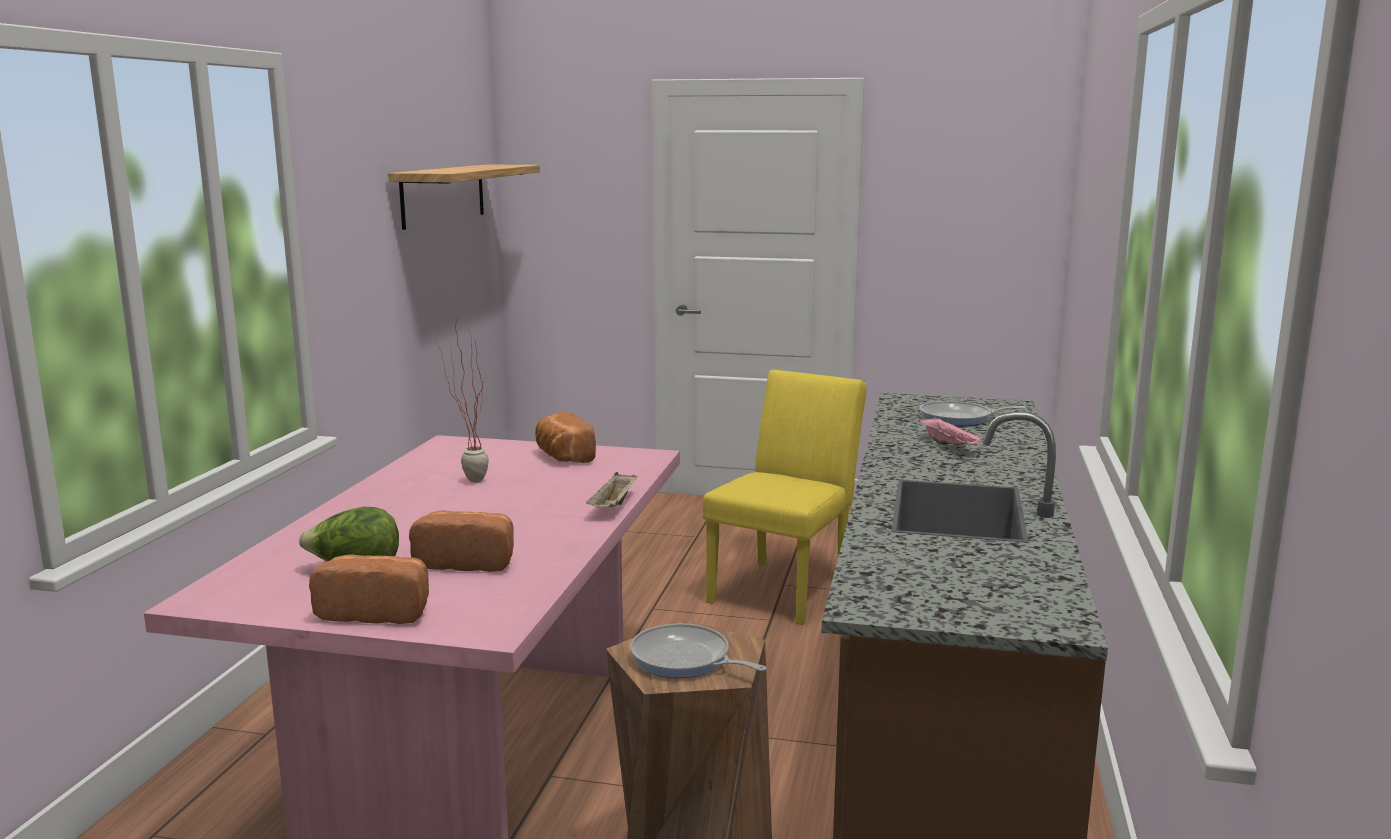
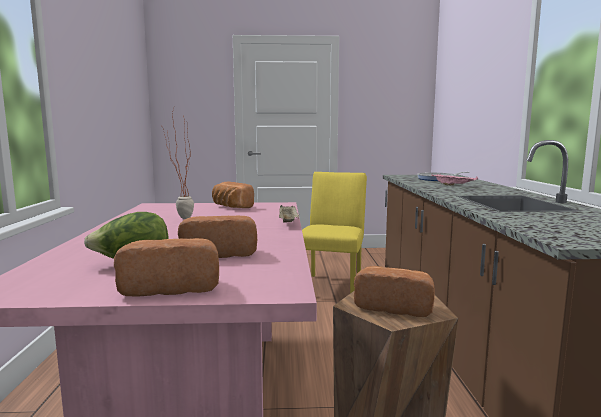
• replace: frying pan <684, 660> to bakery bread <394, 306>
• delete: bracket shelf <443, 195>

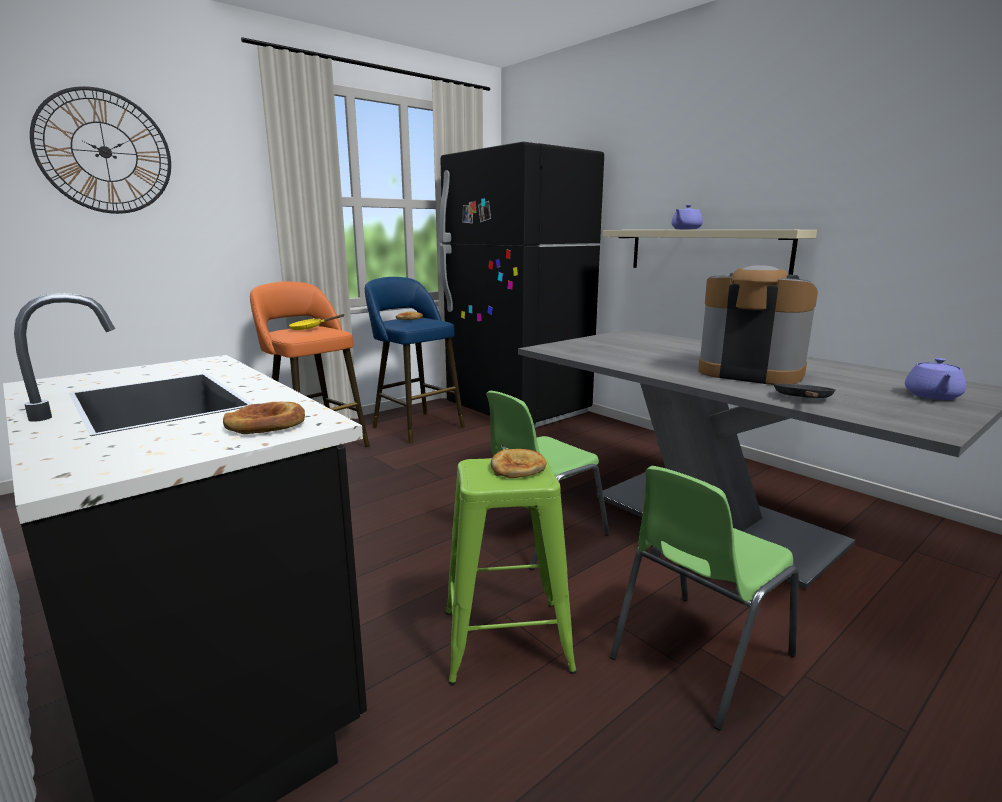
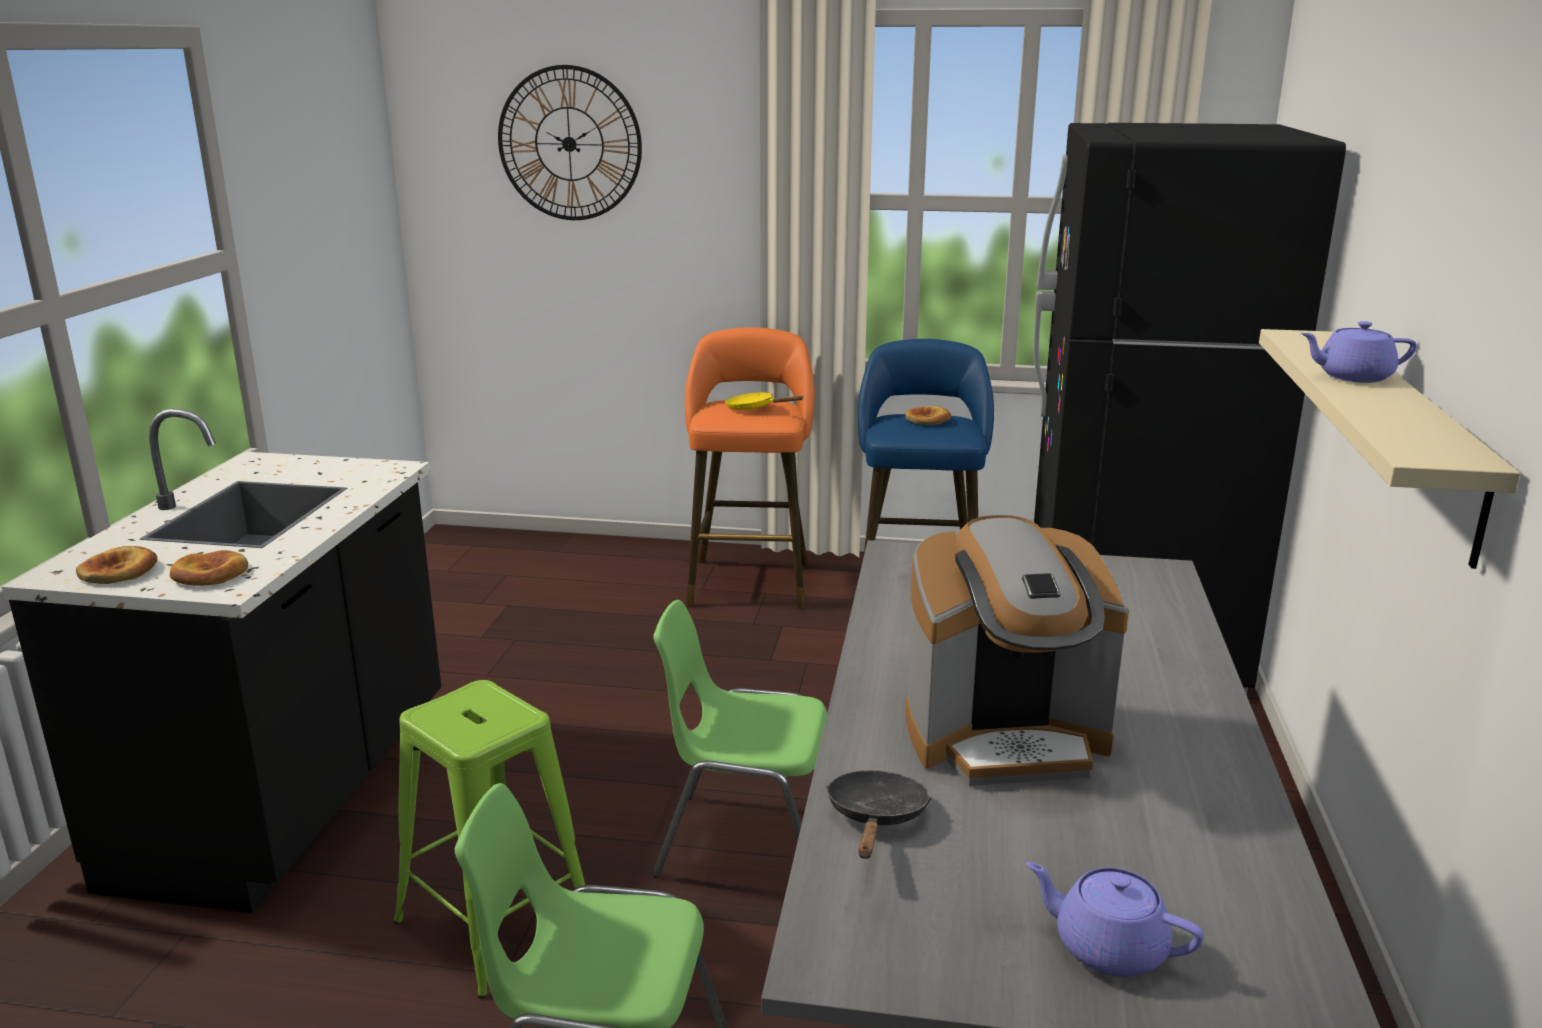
• move: bakery bread <518, 467> to <119, 572>
• rotate: frying pan in blackish <803, 399> = <876, 818> 60 degrees counterclockwise
• rotate: coffee machine <749, 372> = <1006, 738> 90 degrees clockwise
• rotate: teapot in purple-coloured <932, 396> = <1107, 947> 45 degrees clockwise

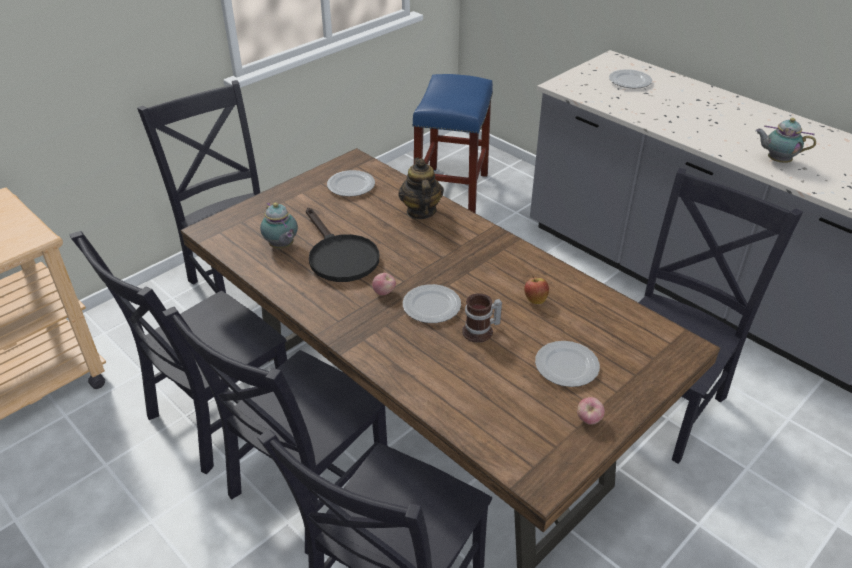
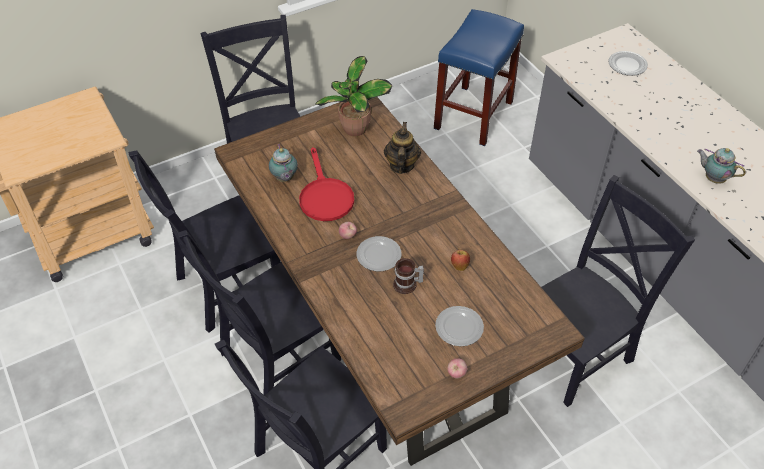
• recolor: frying pan in blackish <339, 256> to frying pan in red <324, 196>
• replace: dinner plate <351, 186> to plant in a pot <354, 129>

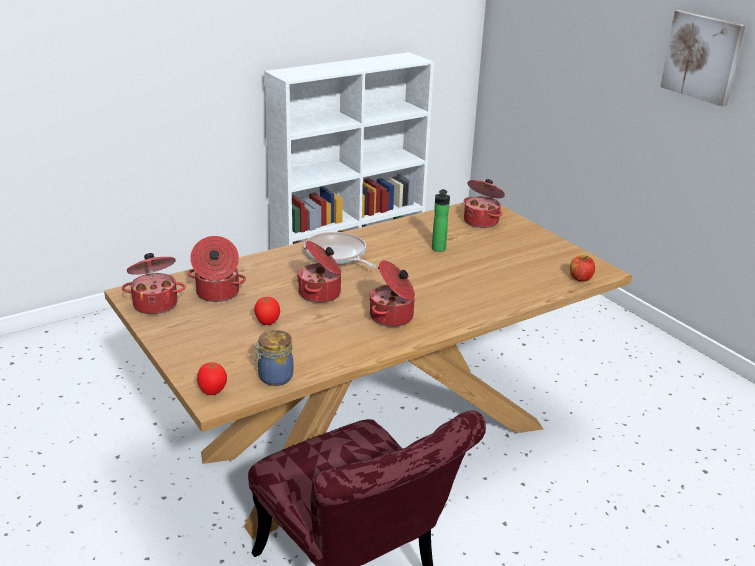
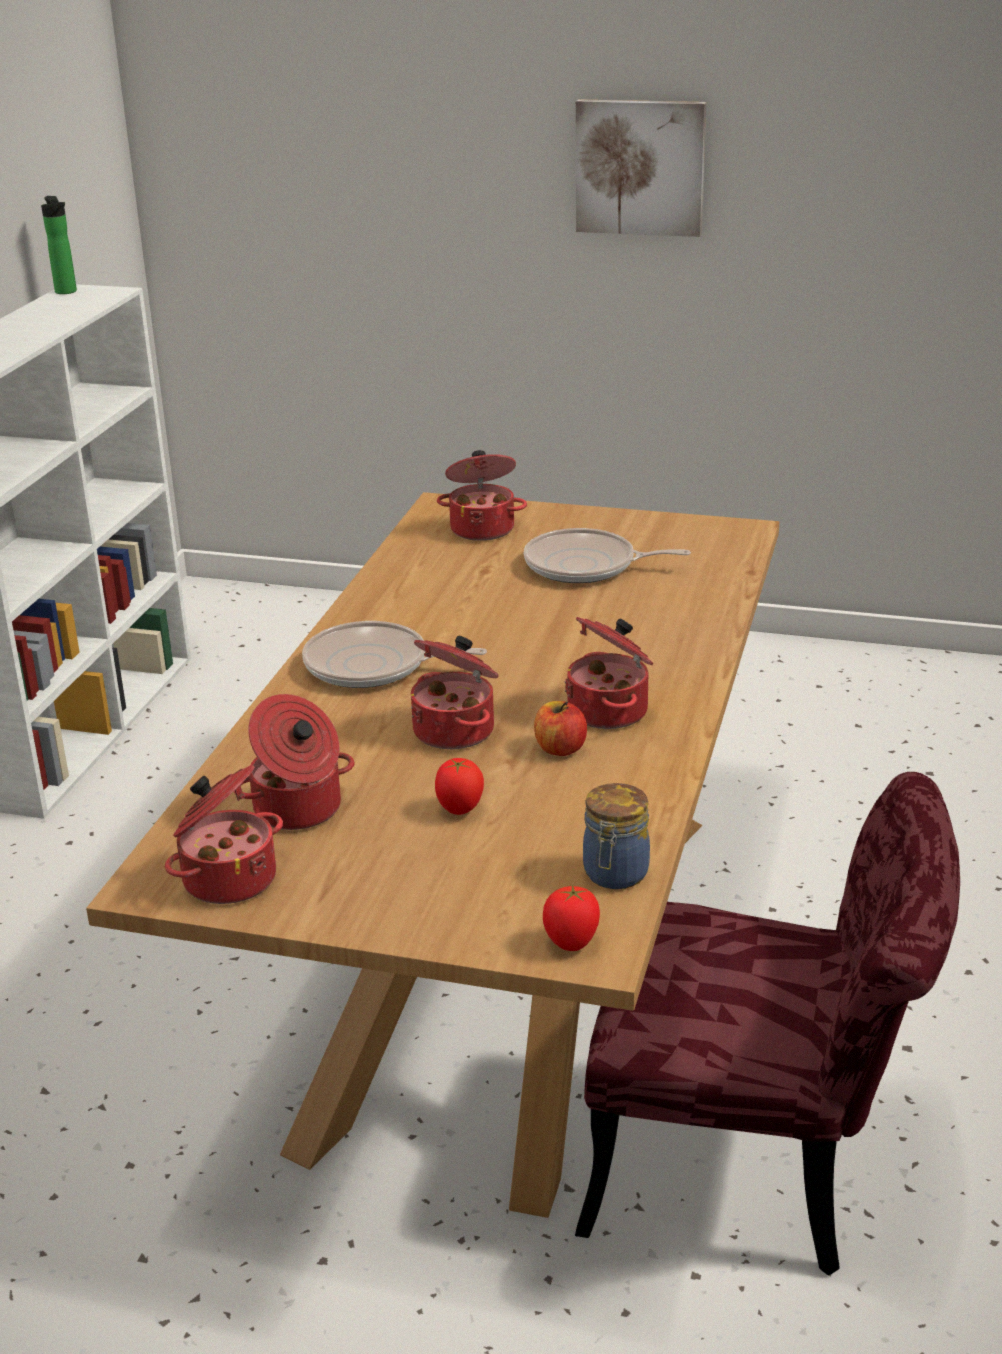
• move: beverage bottle <438, 249> to <67, 292>
• insert: frying pan <586, 566>
• move: apple <580, 278> to <560, 749>

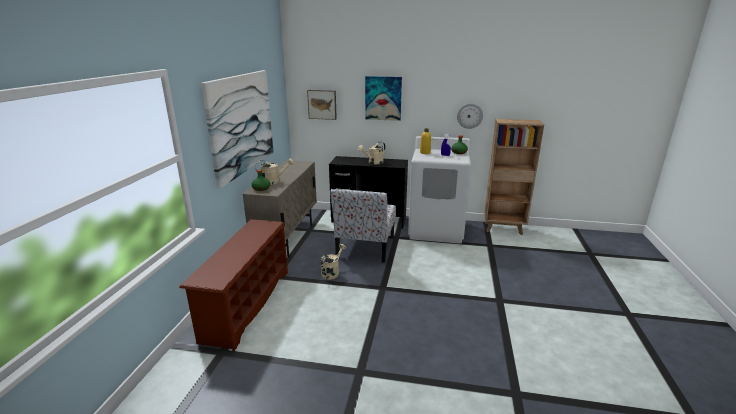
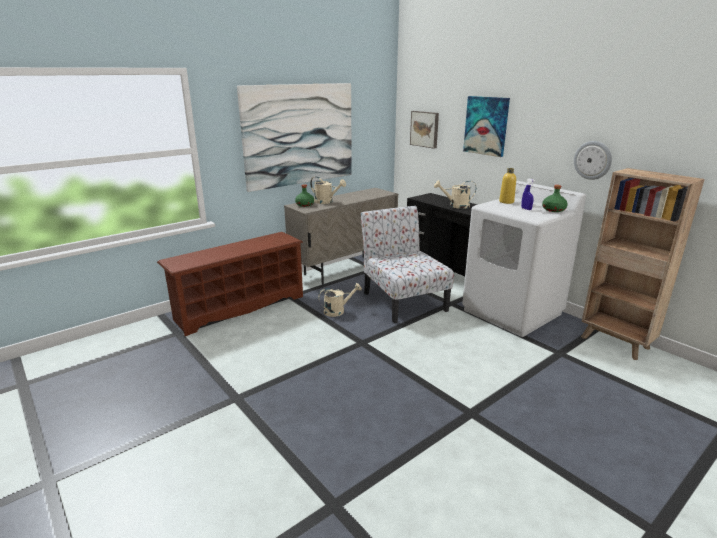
• rotate: plain chair <365, 247> = <403, 301> 105 degrees clockwise

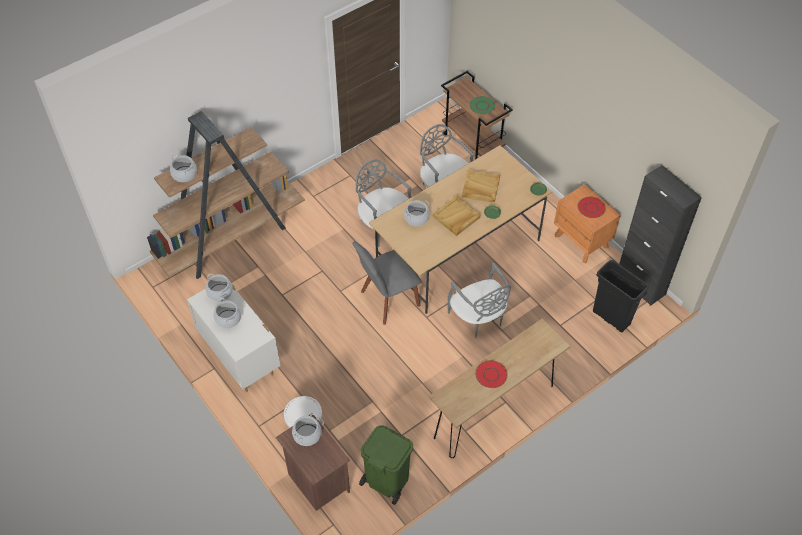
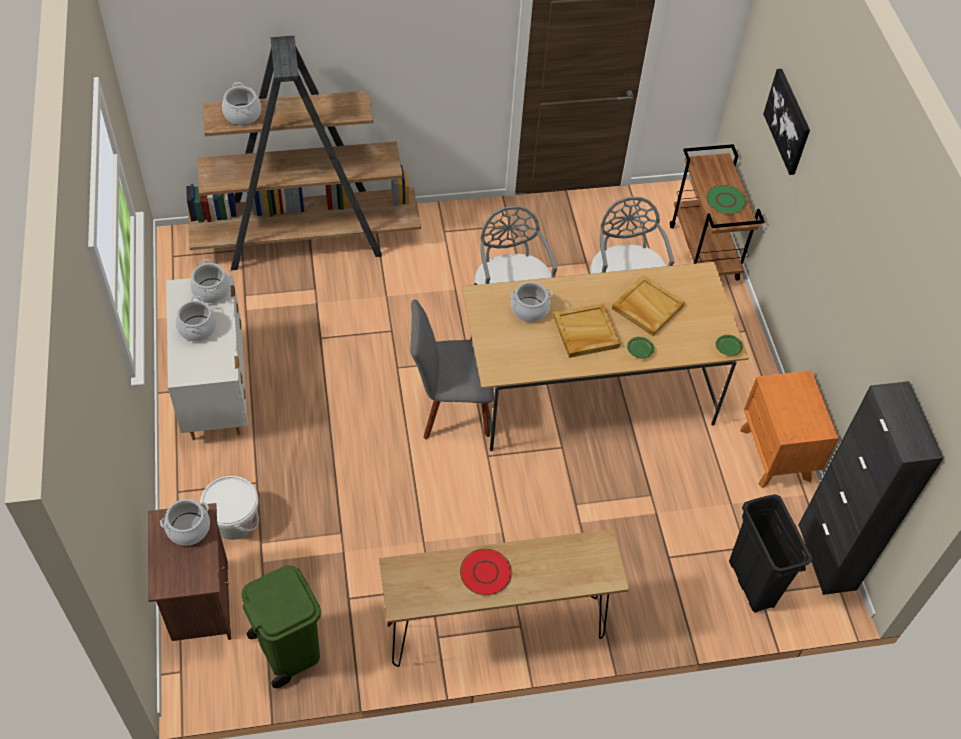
• insert: wall art <788, 121>
• delete: plain chair in gray <478, 318>
• delete: dinner plate in red <591, 208>

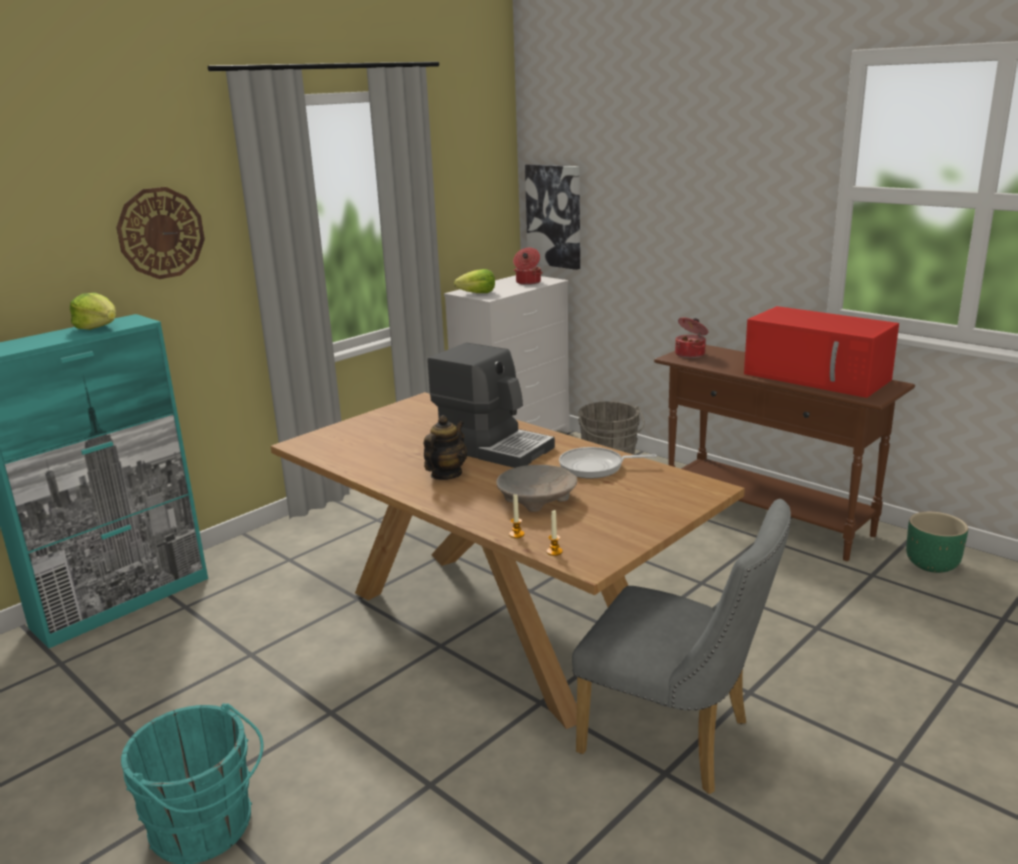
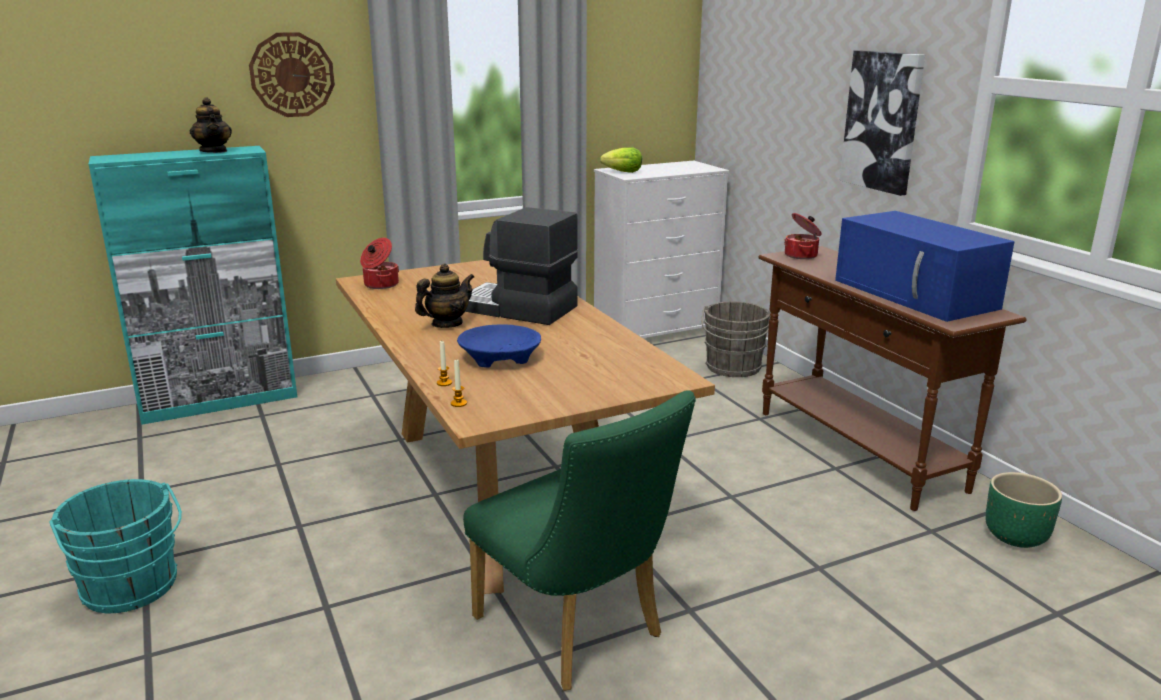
• replace: lettuce head <98, 327> to teapot <214, 151>
• move: saucepot <527, 282> to <380, 285>
• recolor: bowl in beige-coloured <536, 499> to bowl in blue <499, 357>
• recolor: plain chair in gray <677, 740> to plain chair in green <577, 633>
• rotate: coffee machine <493, 447> = <517, 309> 150 degrees clockwise
• recolor: kitchen microwave in red <818, 377> to kitchen microwave in blue <917, 294>
• move: wall art <554, 216> to <882, 121>
• delete: frying pan <595, 467>

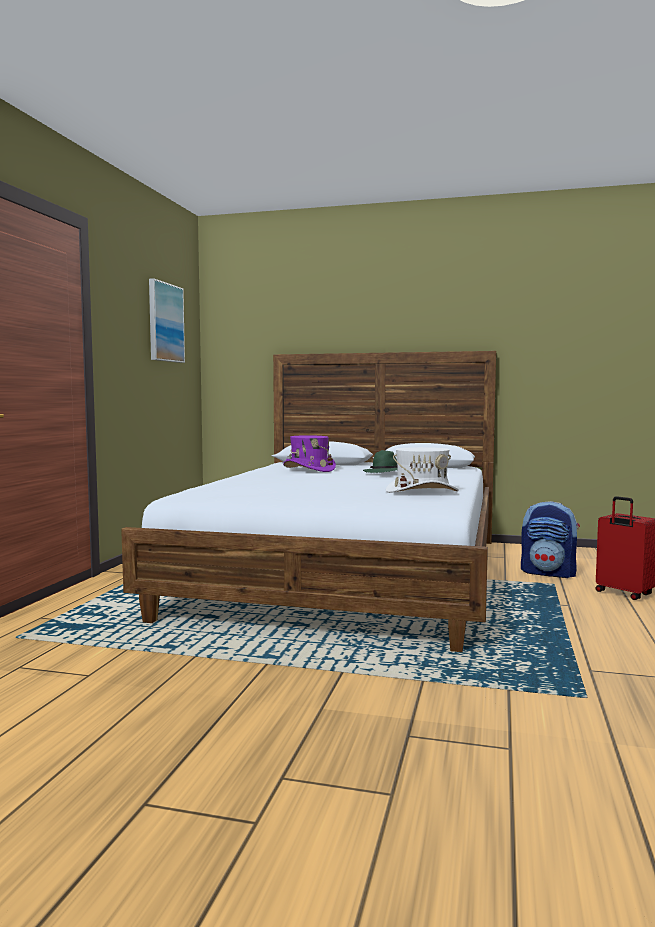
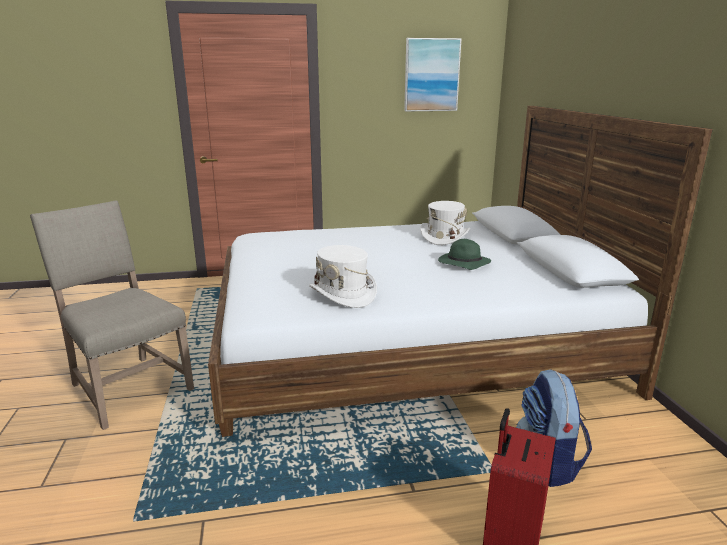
• insert: plain chair in beige-coloured <127, 387>
• recolor: hat in purple-coloured <309, 469> to hat in white-coloured <444, 237>

